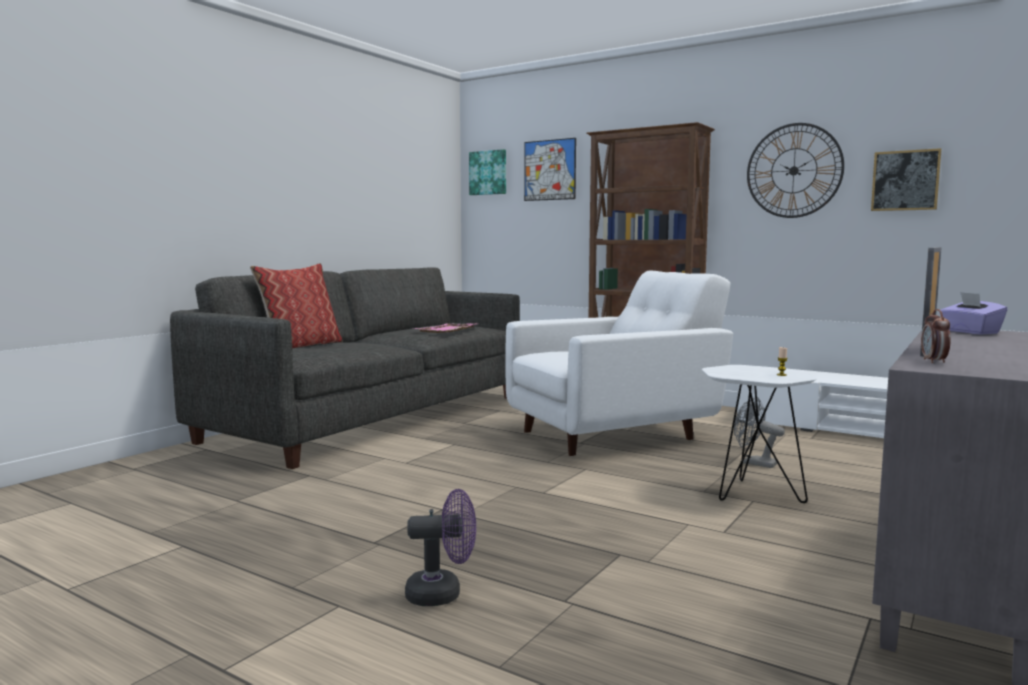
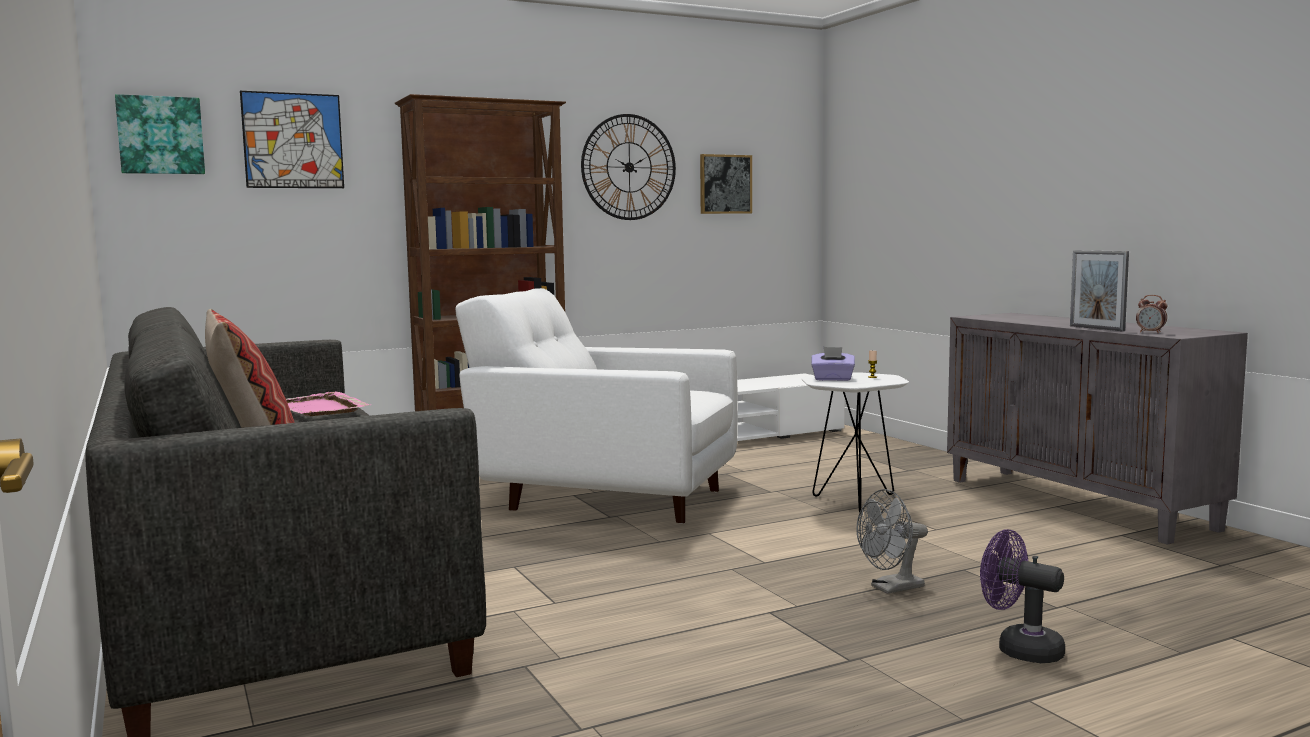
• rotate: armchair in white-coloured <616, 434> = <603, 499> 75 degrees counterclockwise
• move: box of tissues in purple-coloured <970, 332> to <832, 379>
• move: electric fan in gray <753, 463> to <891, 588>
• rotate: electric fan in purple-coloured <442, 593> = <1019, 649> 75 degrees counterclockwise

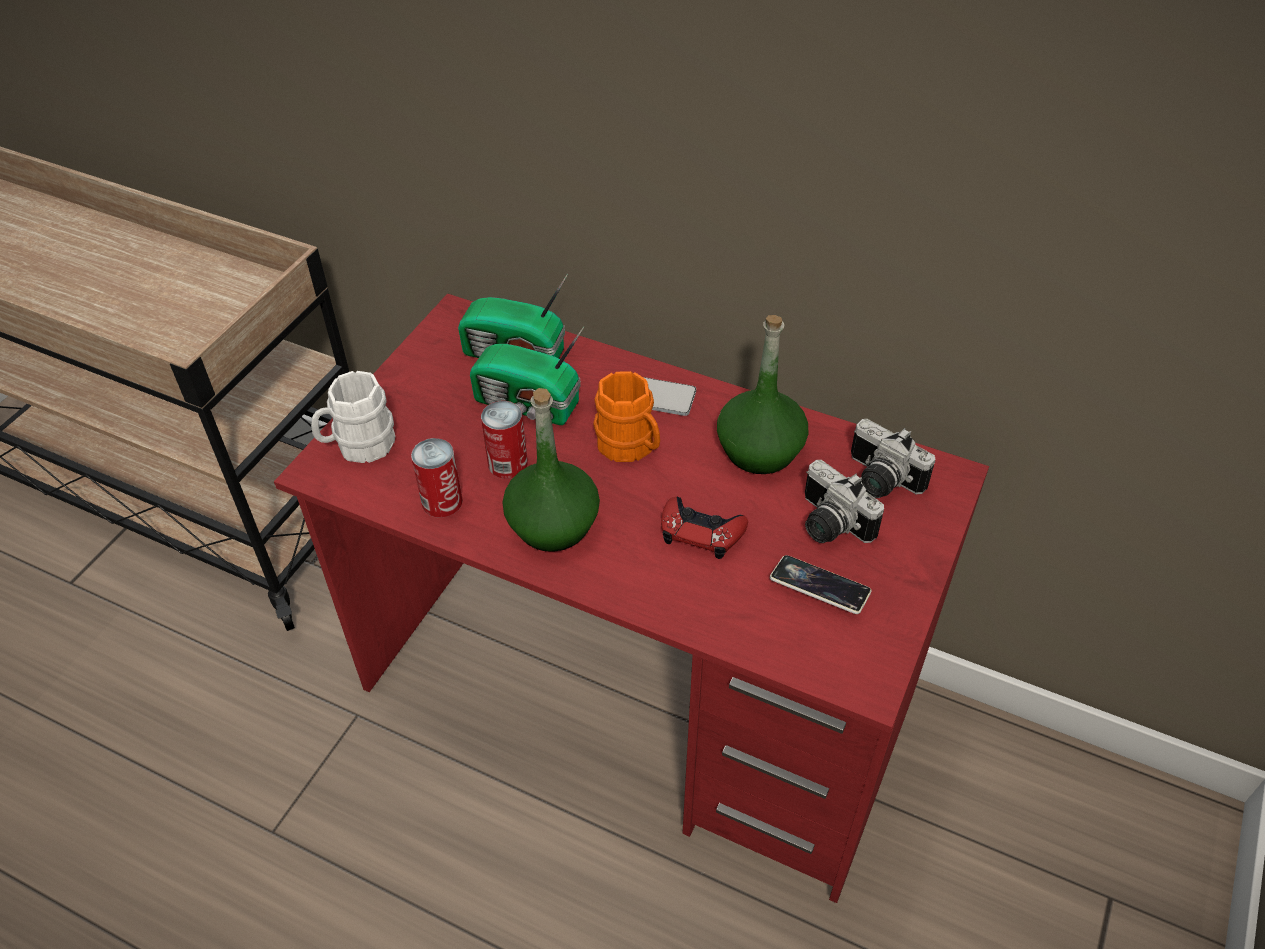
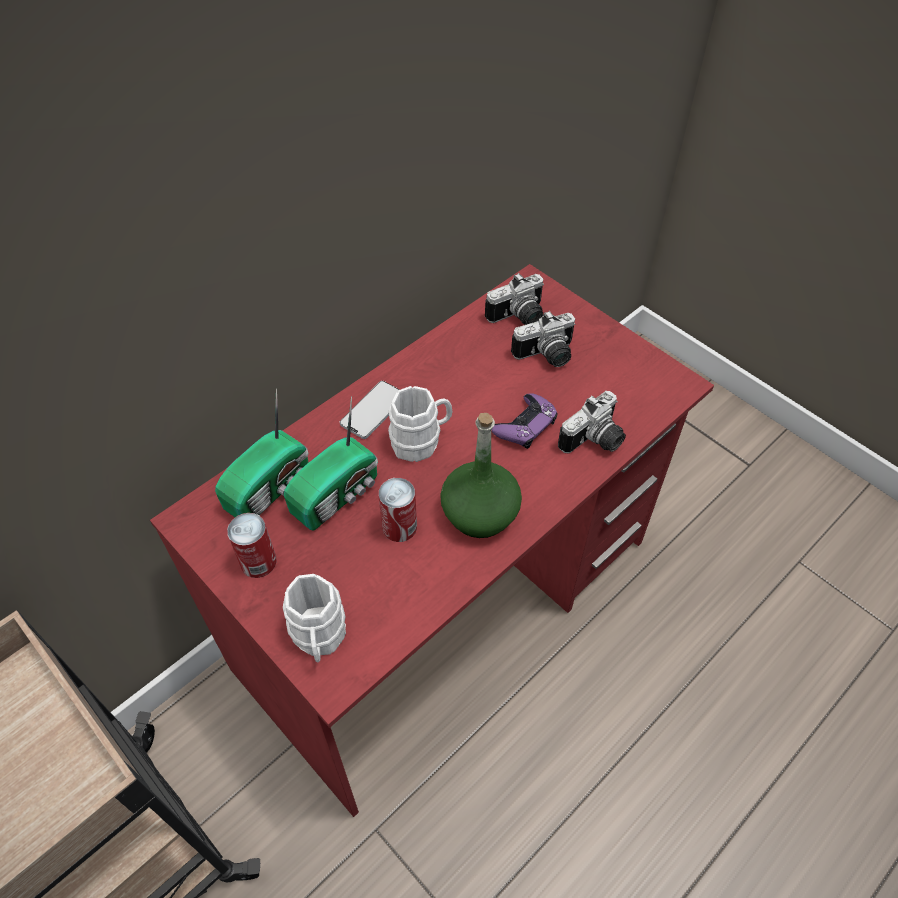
• move: can <442, 502> to <258, 562>
• recolor: coffee mug in orange-coloured <630, 447> to coffee mug in white-coloured <421, 440>
• recolor: joypad in red <701, 532> to joypad in purple-coloured <525, 425>
• insert: photo camera <595, 441>
• delete: beverage bottle in green <759, 450>
• delete: handset <819, 588>

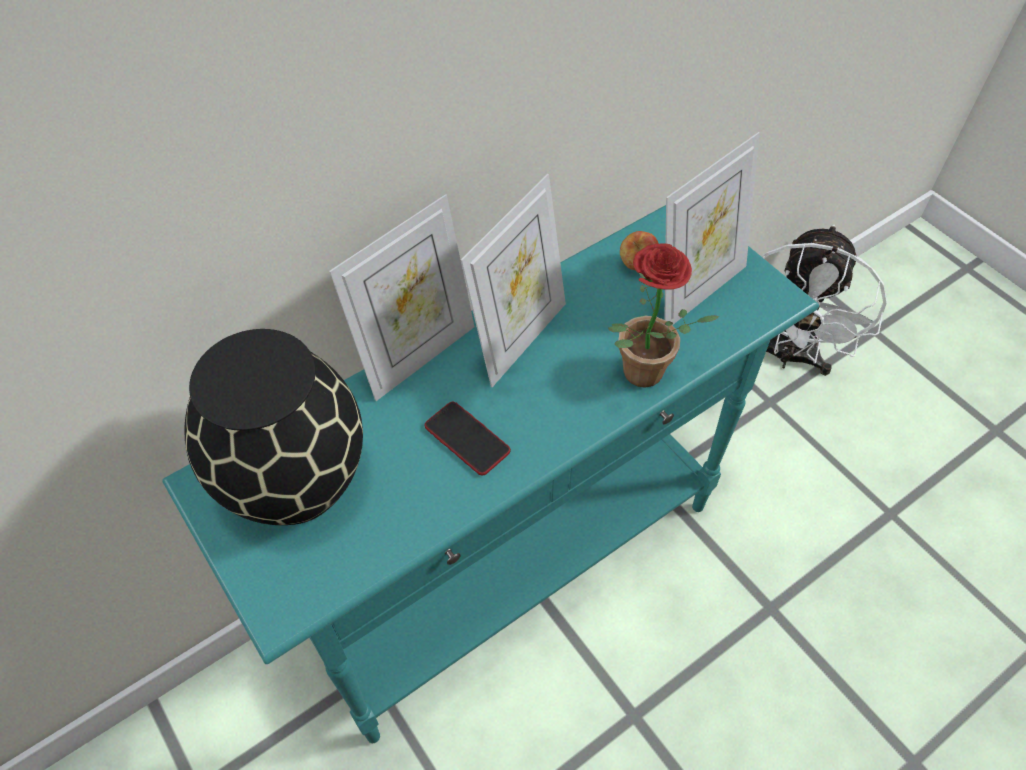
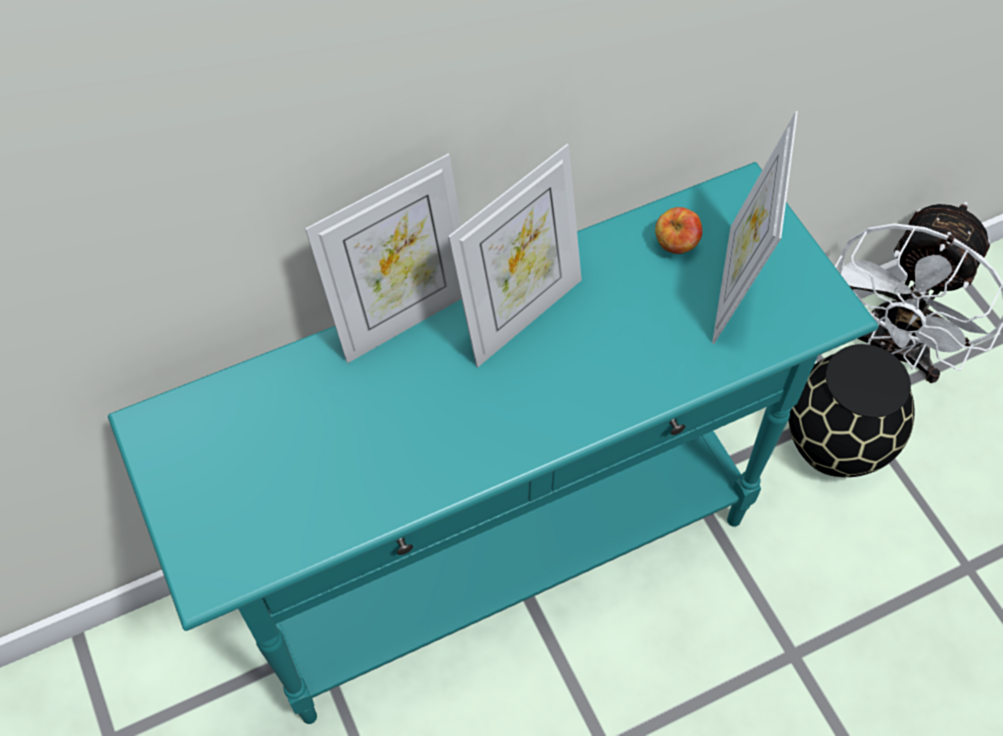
• rotate: picture frame <696, 290> = <737, 286> 135 degrees clockwise
• move: decorative vase in blackish <296, 483> to <834, 446>
• delete: handset <467, 439>
• delete: plant in a pot <641, 379>

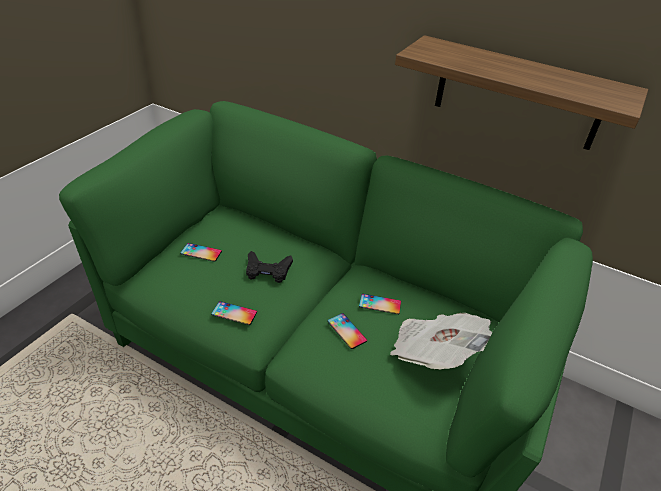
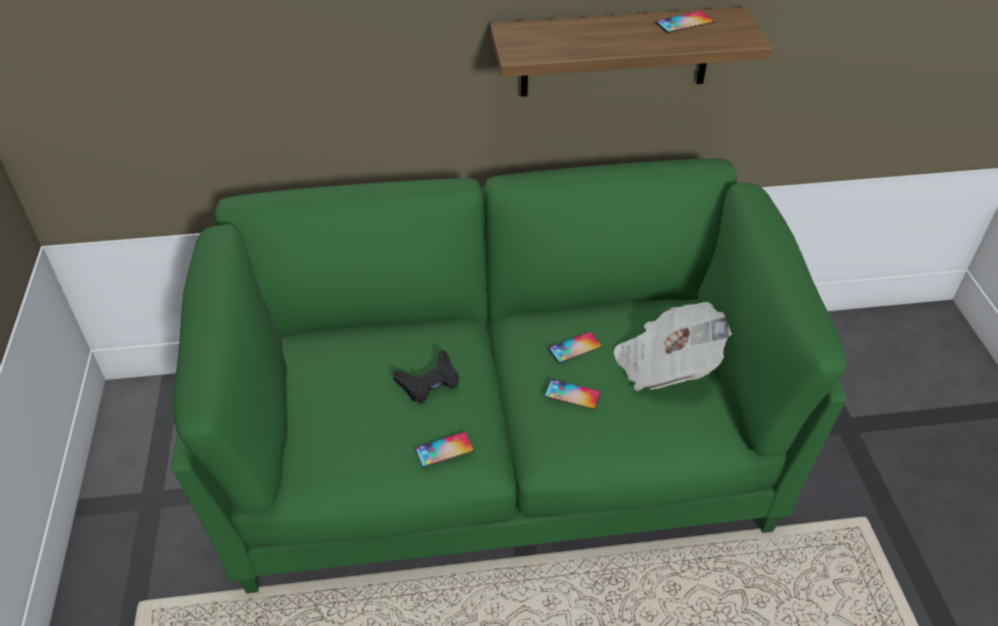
• move: handset <201, 252> to <684, 22>

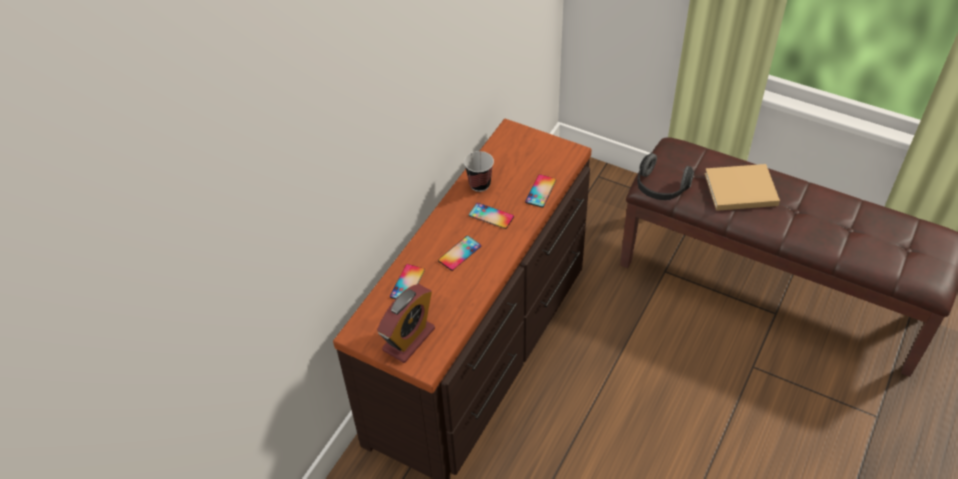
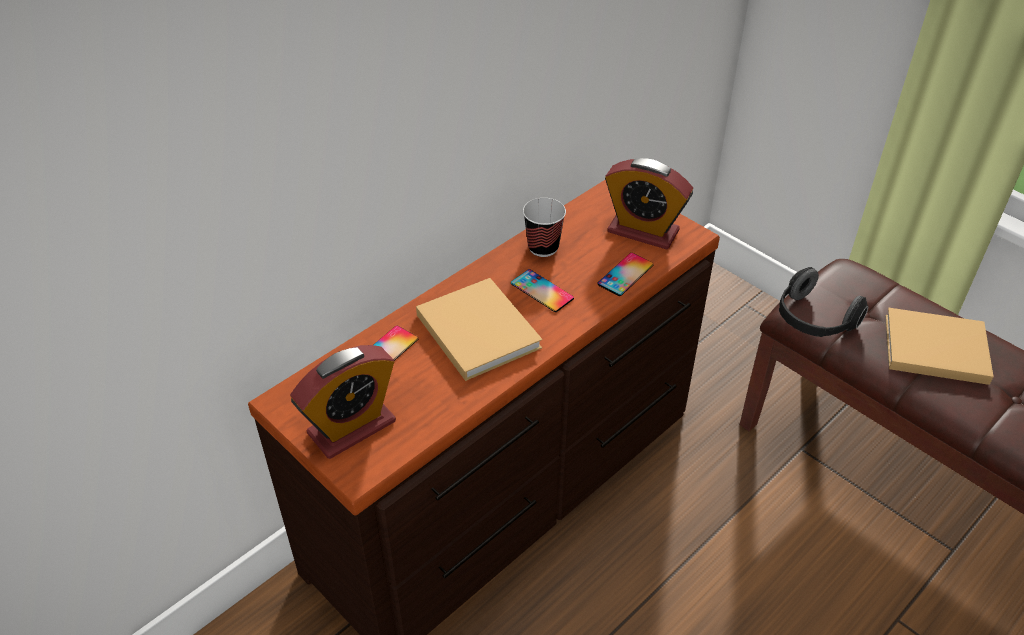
• replace: handset <459, 253> to volume in beige-coloured <476, 329>
• insert: alarm clock <643, 231>

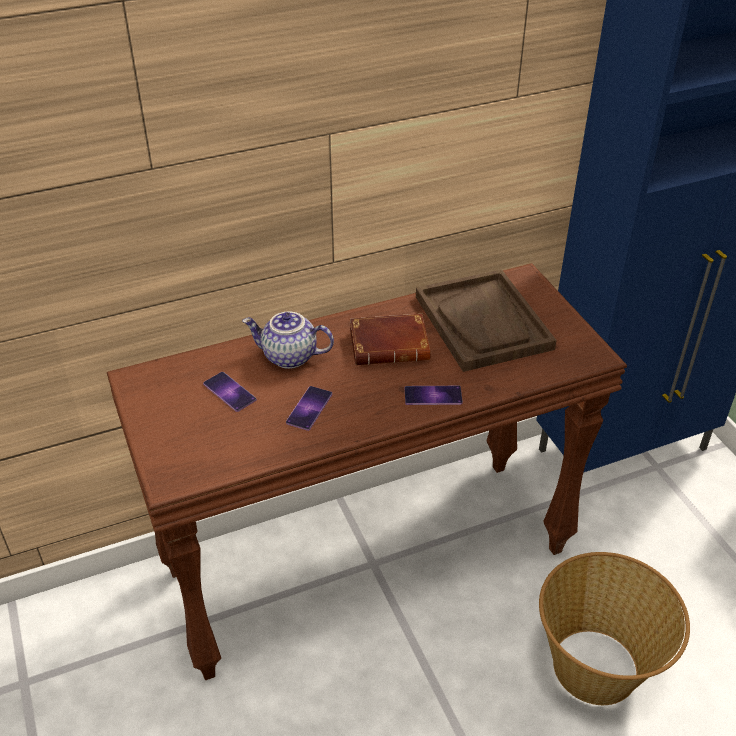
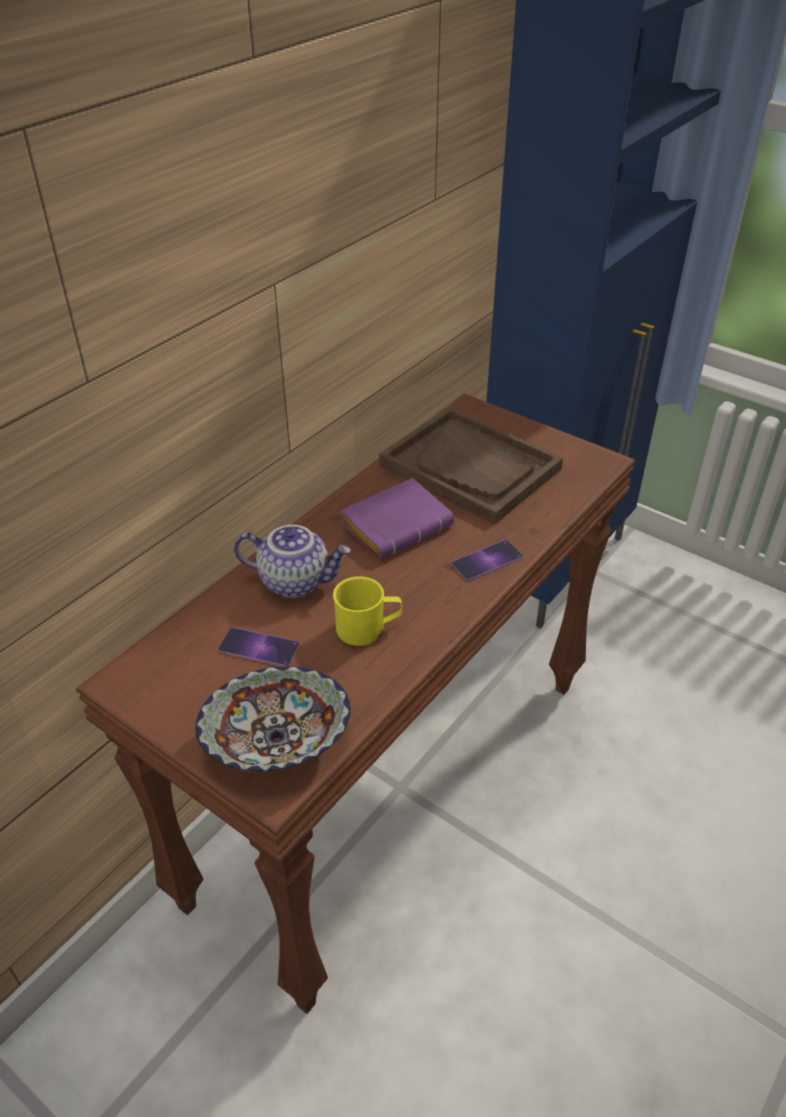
• insert: bowl <277, 741>
• rotate: teapot <288, 357> = <296, 580> 150 degrees counterclockwise
• replace: handset <309, 408> to coffee mug in yellow <368, 628>
• recolor: volume in brownish <391, 344> to volume in purple-coloured <397, 524>
• delete: household basket <596, 668>

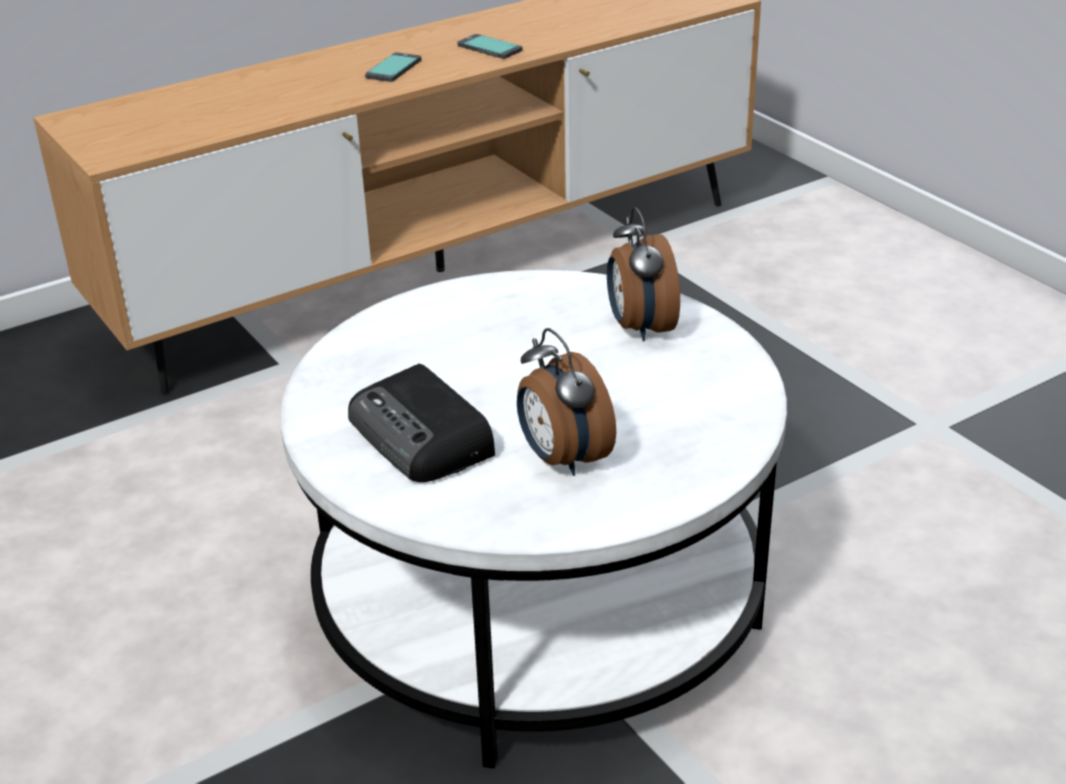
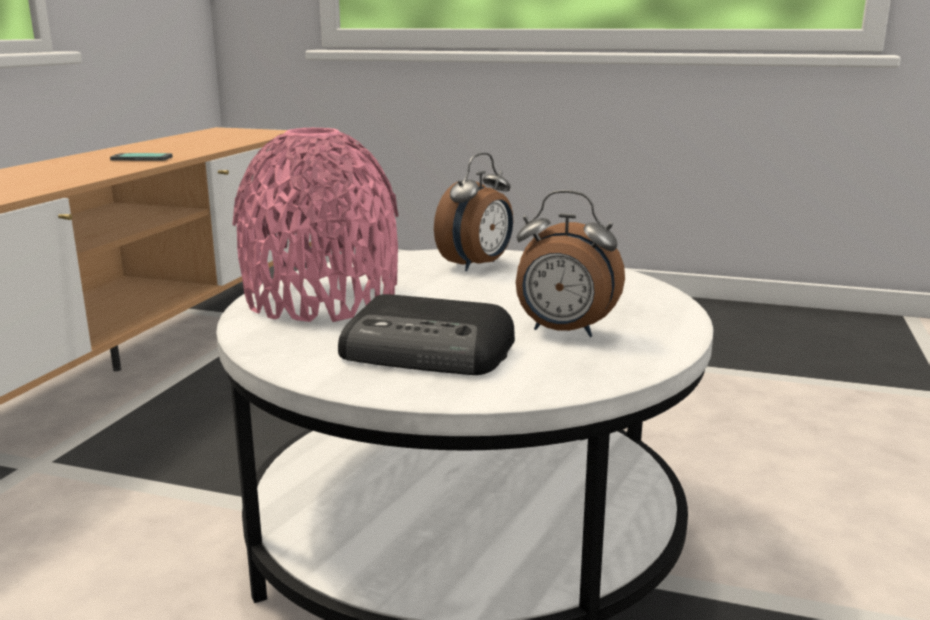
• insert: decorative vase in pink <321, 299>
• rotate: alarm clock <639, 328> = <477, 266> 90 degrees counterclockwise
• delete: handset <393, 69>

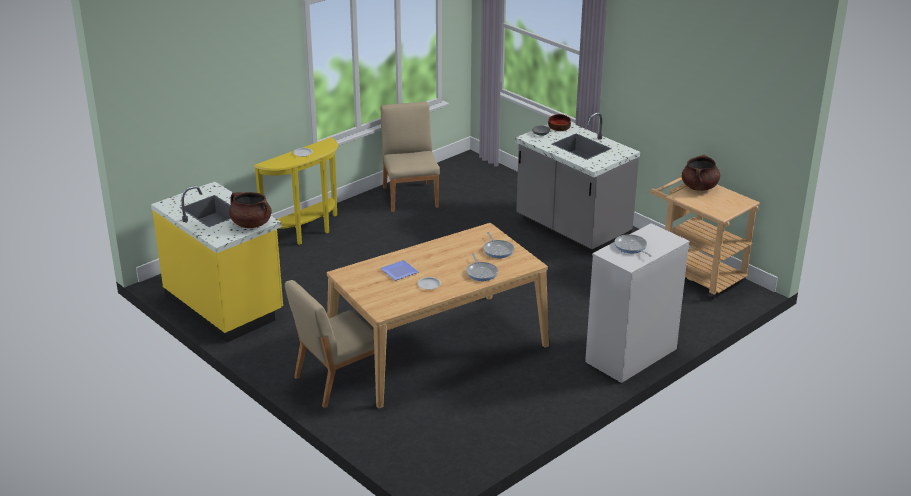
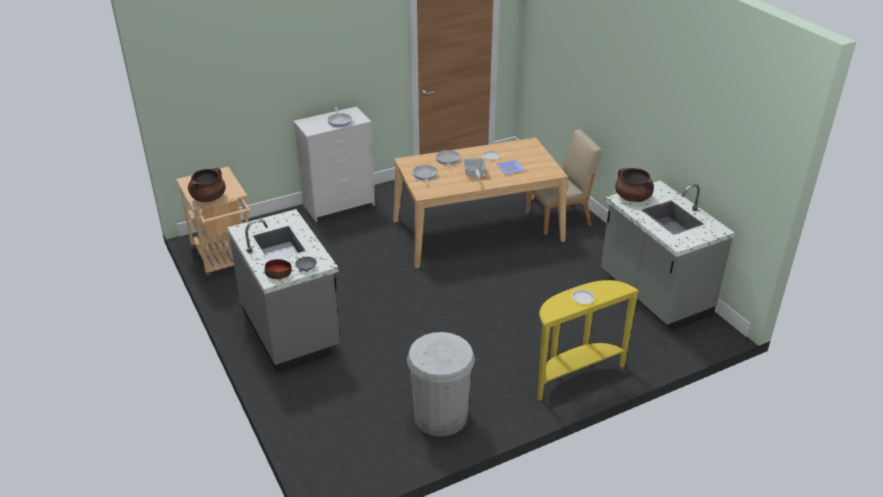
• replace: plain chair in beige-coloured <410, 196> to rubbish bin in white-coloured <440, 416>
• insert: frying pan <474, 174>
• recolor: kitchen base unit in yellow <225, 305> to kitchen base unit in gray <653, 295>

